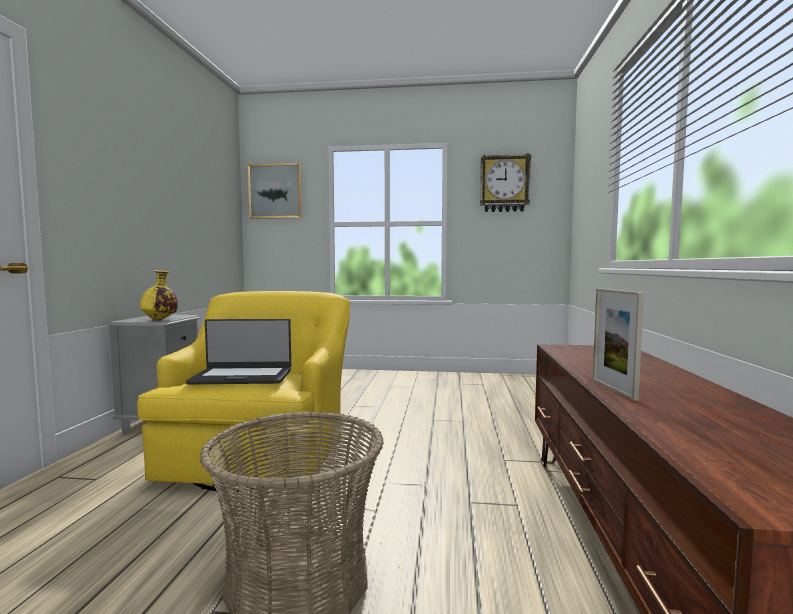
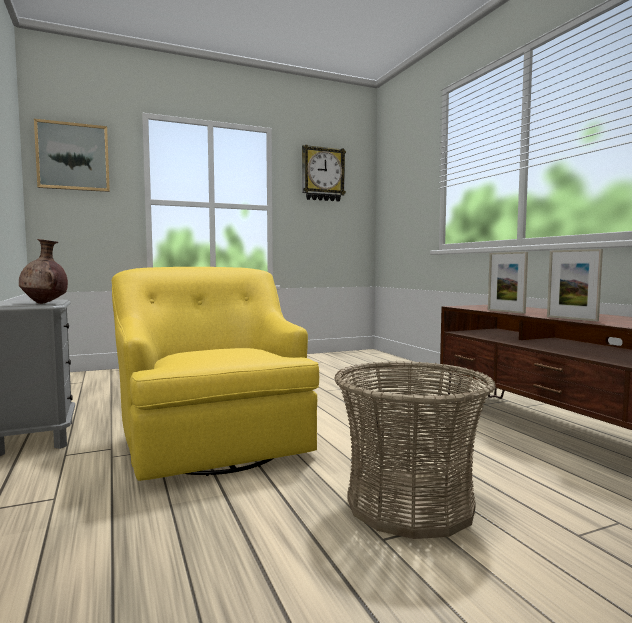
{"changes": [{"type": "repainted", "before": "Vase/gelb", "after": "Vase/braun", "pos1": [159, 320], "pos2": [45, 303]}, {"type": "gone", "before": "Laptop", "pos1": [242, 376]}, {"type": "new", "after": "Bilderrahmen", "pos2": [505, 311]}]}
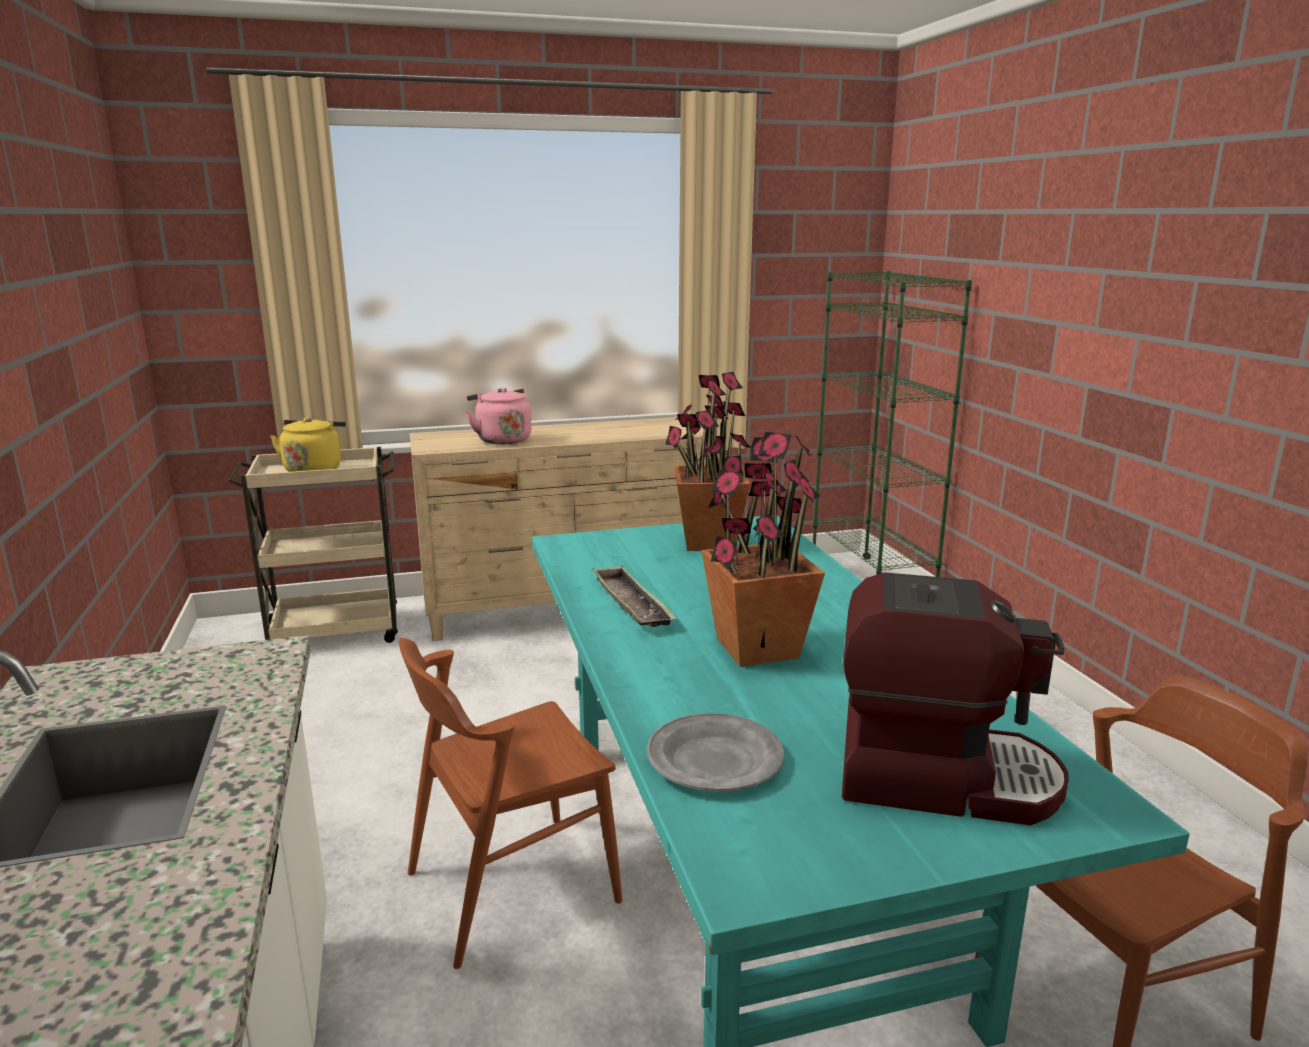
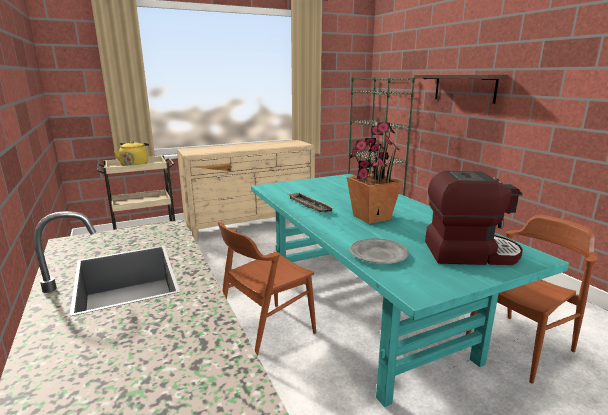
{"changes": [{"type": "gone", "before": "Wasserkessel/rosa", "pos1": [502, 440]}, {"type": "gone", "before": "Topfpflanze", "pos1": [708, 542]}, {"type": "new", "after": "Wandregal", "pos2": [464, 88]}]}
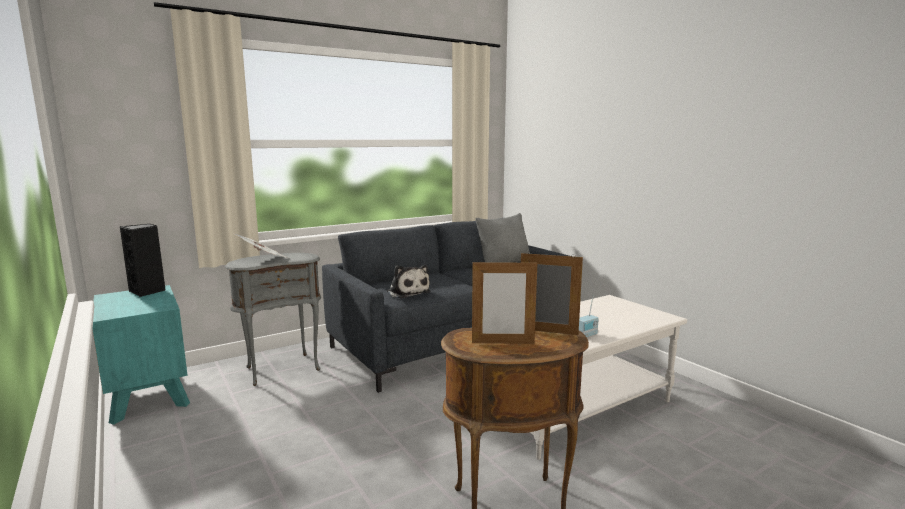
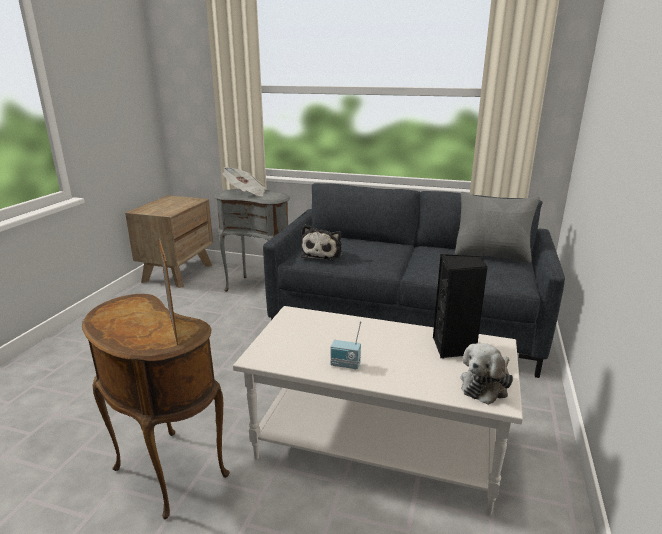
{"changes": [{"type": "repainted", "before": "Nachttisch/türkis", "after": "Nachttisch/braun", "pos1": [147, 396], "pos2": [178, 273]}, {"type": "shifted", "before": "Lautsprecher/schwarz", "pos1": [148, 291], "pos2": [454, 348]}, {"type": "gone", "before": "Bilderrahmen", "pos1": [503, 343]}, {"type": "new", "after": "Plüschtier", "pos2": [486, 385]}]}
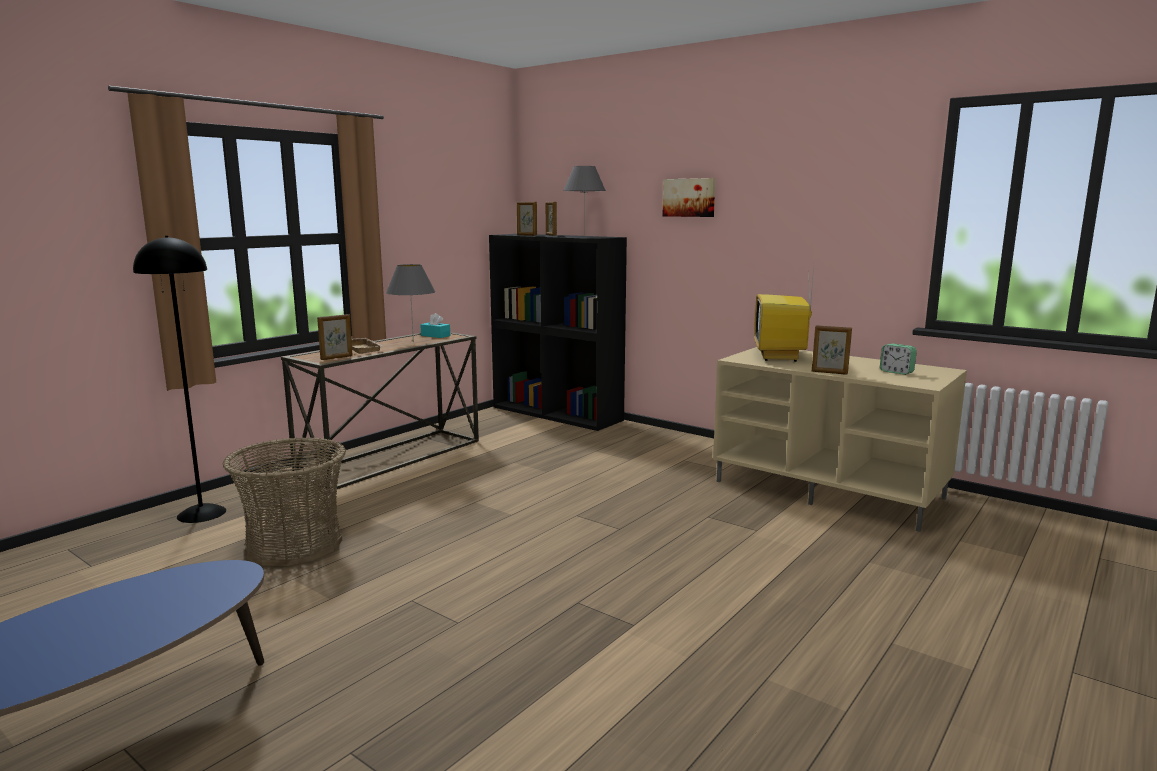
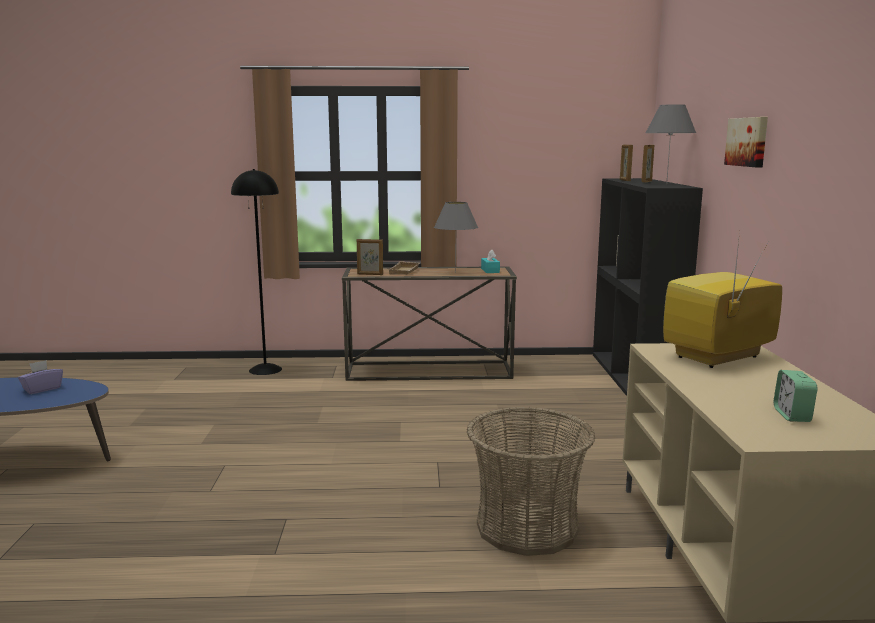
{"changes": [{"type": "shifted", "before": "Korb", "pos1": [294, 544], "pos2": [527, 527]}, {"type": "gone", "before": "Bilderrahmen", "pos1": [829, 372]}, {"type": "new", "after": "Taschentuchbox/lila", "pos2": [42, 389]}]}
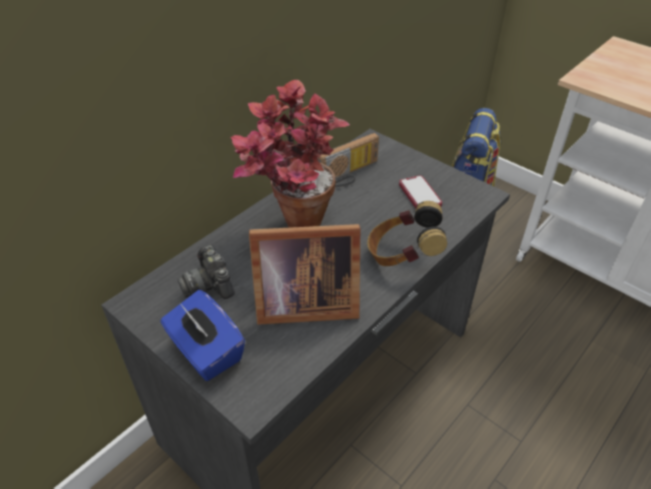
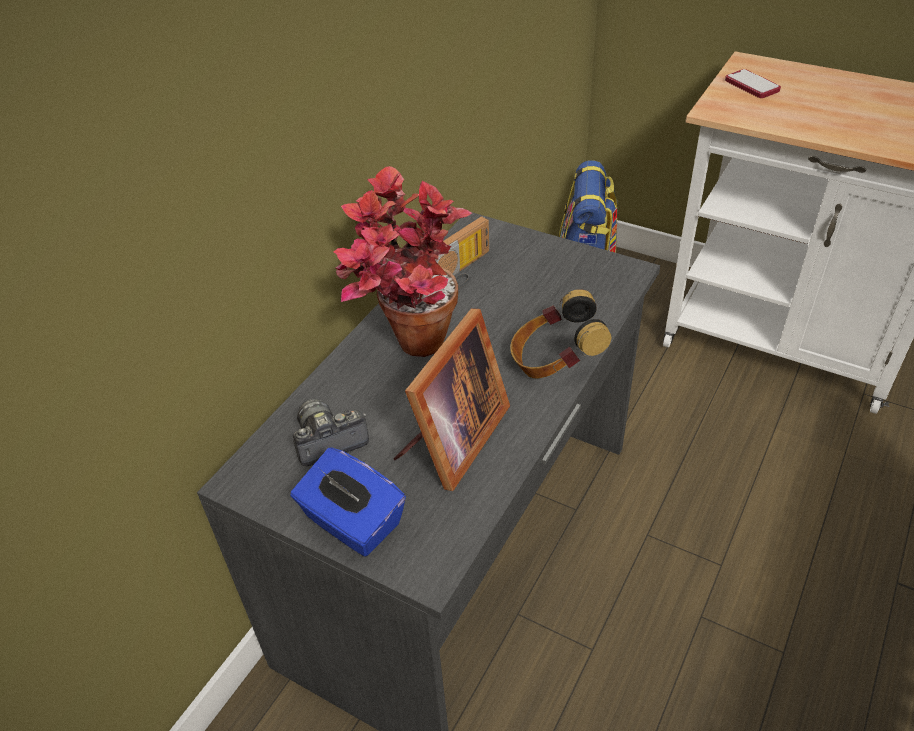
{"changes": [{"type": "rotated", "before": "Kamera", "pos1": [209, 284], "pos2": [328, 441], "turn": 105}, {"type": "rotated", "before": "Bilderrahmen", "pos1": [302, 303], "pos2": [452, 441], "turn": -45}, {"type": "shifted", "before": "Handy", "pos1": [419, 194], "pos2": [752, 85]}]}
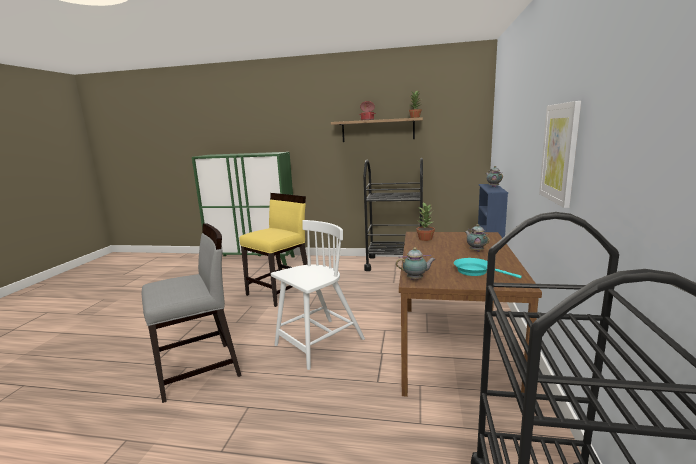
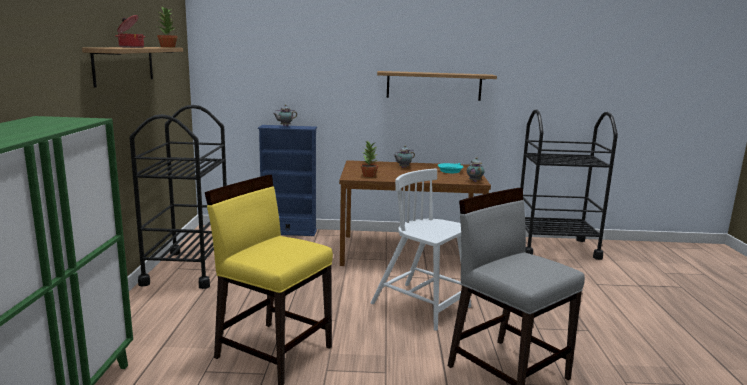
{"changes": [{"type": "swapped", "before": "Bild", "after": "Wandregal", "pos1": [560, 153], "pos2": [434, 86]}]}
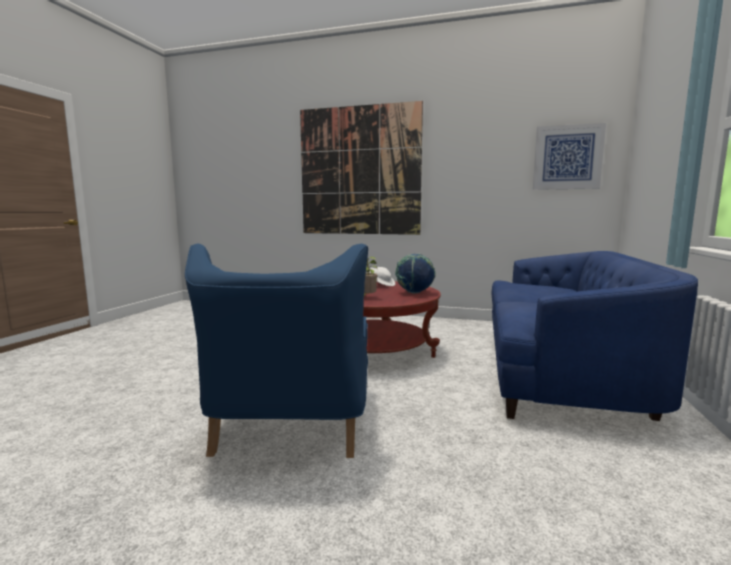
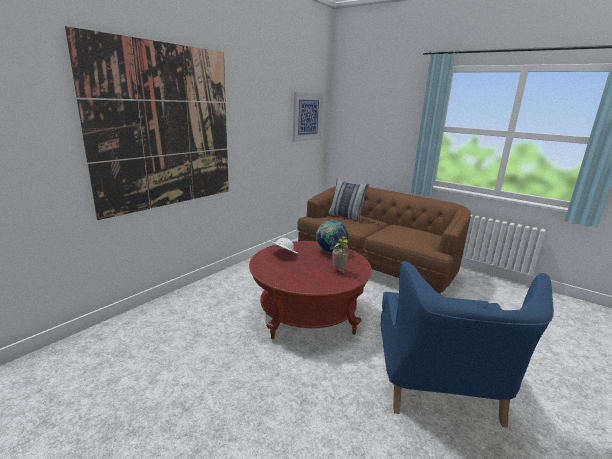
{"changes": [{"type": "rotated", "before": "Sessel/blau", "pos1": [291, 423], "pos2": [438, 384], "turn": 75}, {"type": "repainted", "before": "Sofa/blau", "after": "Sofa/braun", "pos1": [558, 370], "pos2": [377, 264]}, {"type": "new", "after": "Kissen", "pos2": [346, 216]}]}
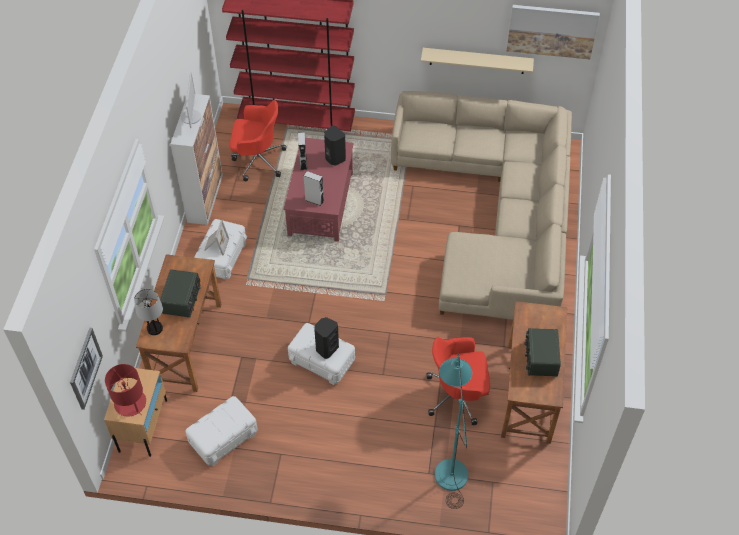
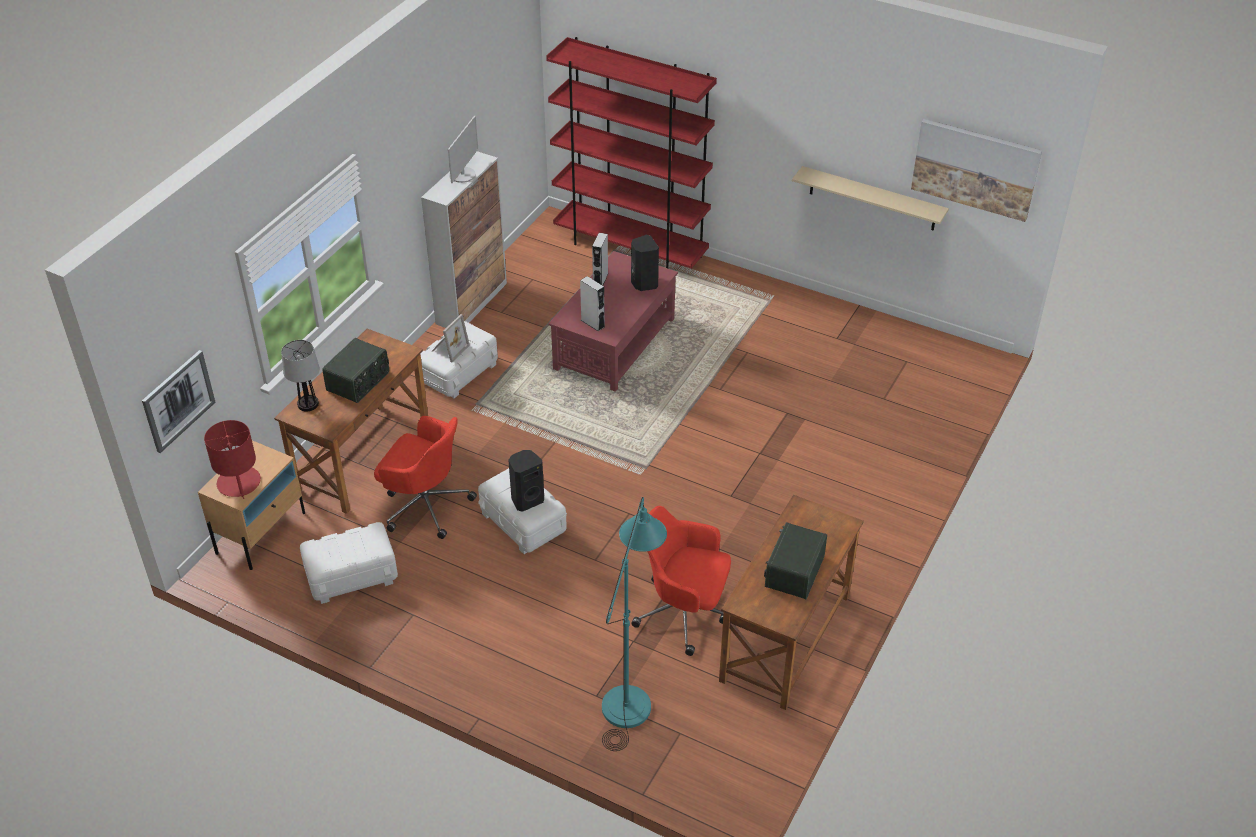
{"changes": [{"type": "shifted", "before": "Bürostuhl/rot", "pos1": [257, 160], "pos2": [425, 504]}, {"type": "gone", "before": "Sofa/beige", "pos1": [496, 214]}]}
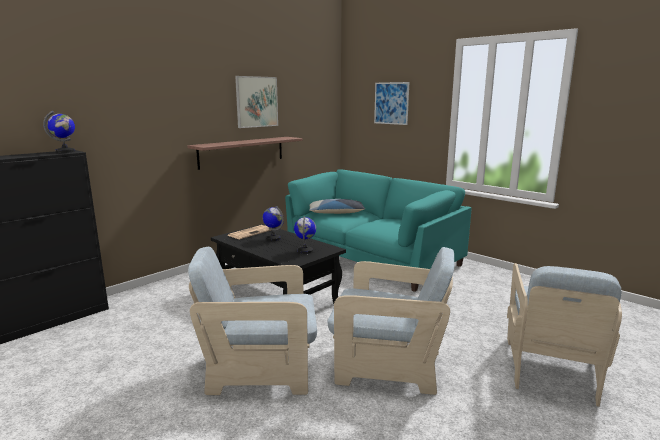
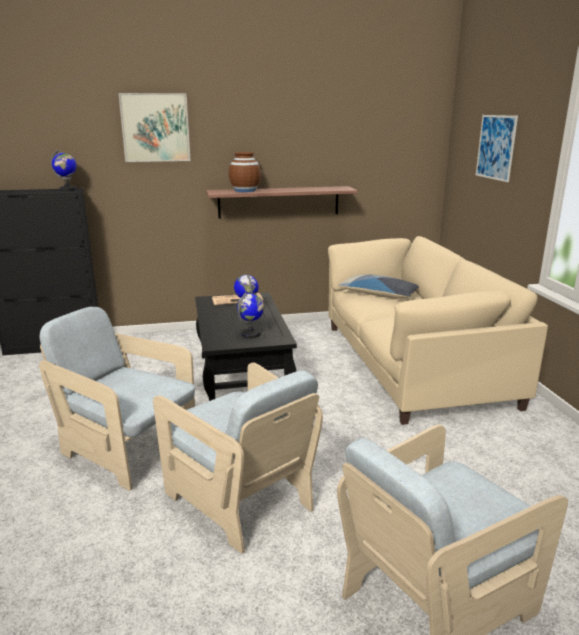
{"changes": [{"type": "shifted", "before": "Bild", "pos1": [256, 102], "pos2": [155, 127]}, {"type": "repainted", "before": "Sofa/türkis", "after": "Sofa/beige", "pos1": [371, 257], "pos2": [412, 363]}, {"type": "new", "after": "Vase/braun", "pos2": [245, 190]}]}
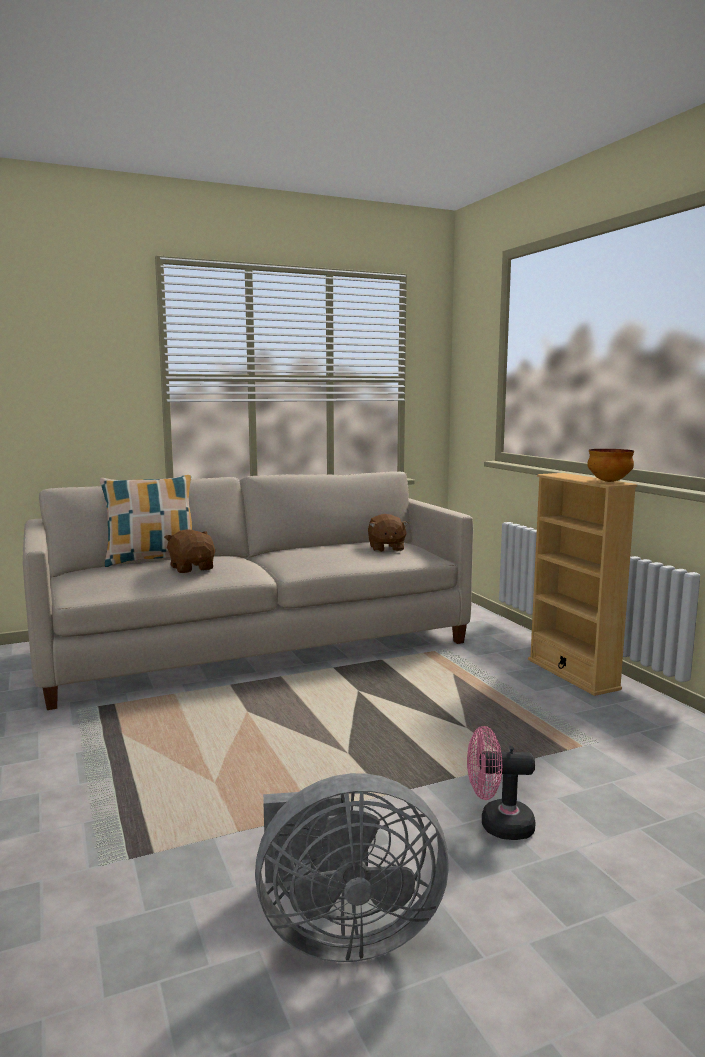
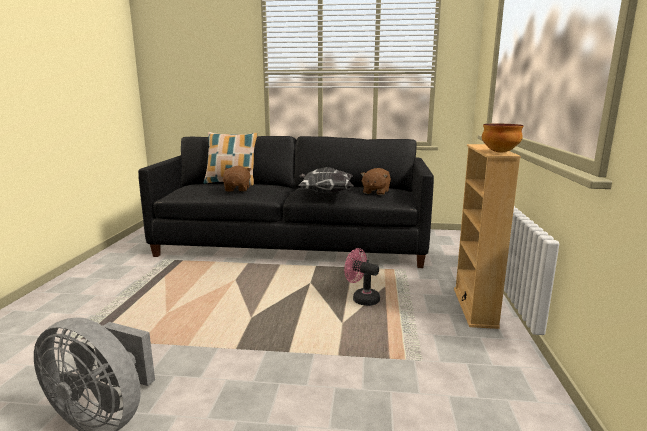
{"changes": [{"type": "repainted", "before": "Sofa/beige", "after": "Sofa/schwarz", "pos1": [257, 646], "pos2": [293, 244]}, {"type": "shifted", "before": "Ventilator/rosa", "pos1": [498, 825], "pos2": [362, 299]}, {"type": "new", "after": "Kissen", "pos2": [325, 193]}]}
